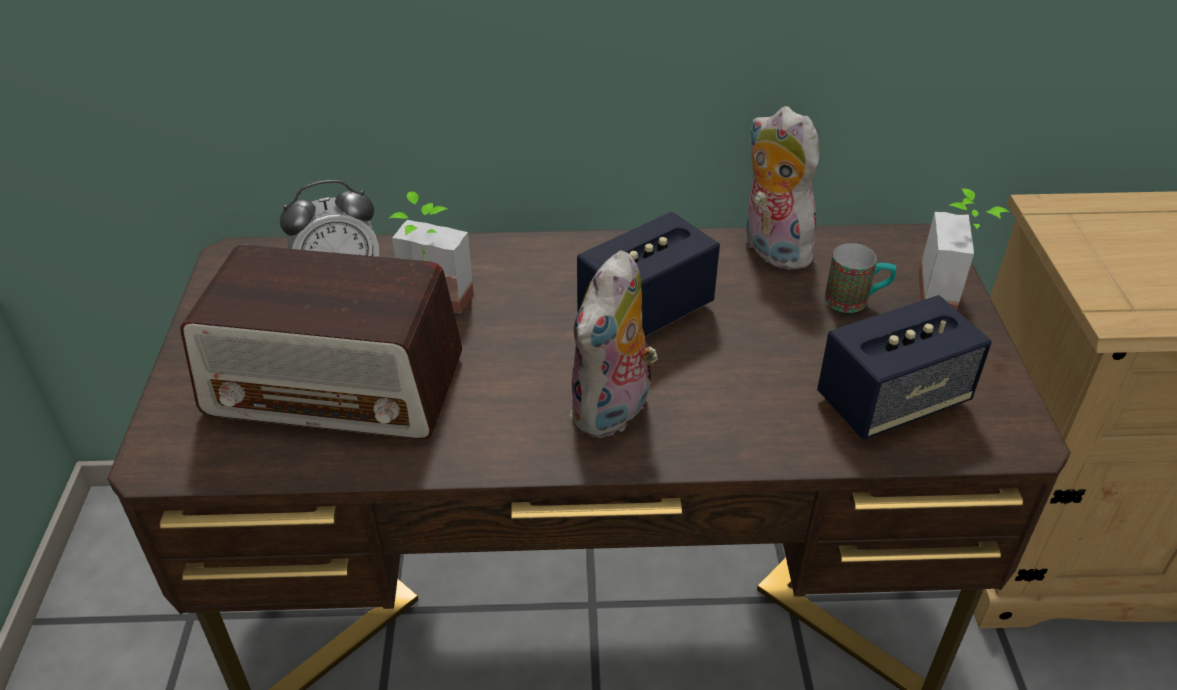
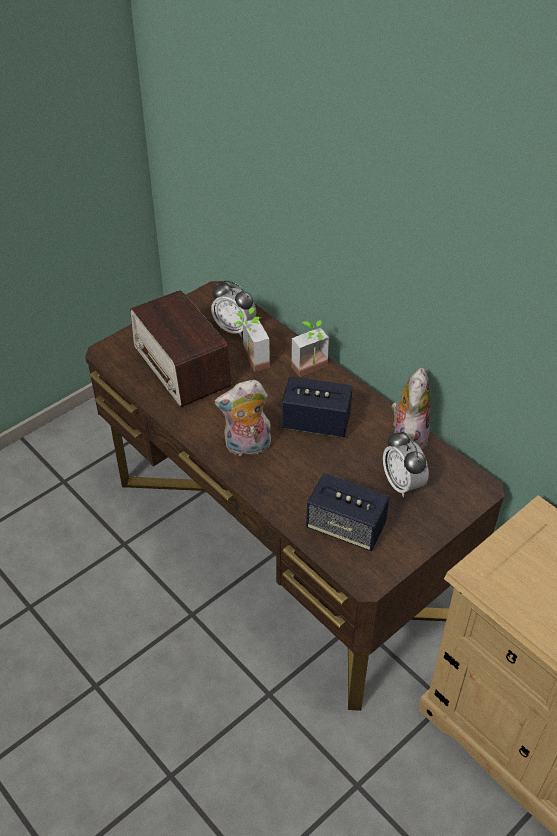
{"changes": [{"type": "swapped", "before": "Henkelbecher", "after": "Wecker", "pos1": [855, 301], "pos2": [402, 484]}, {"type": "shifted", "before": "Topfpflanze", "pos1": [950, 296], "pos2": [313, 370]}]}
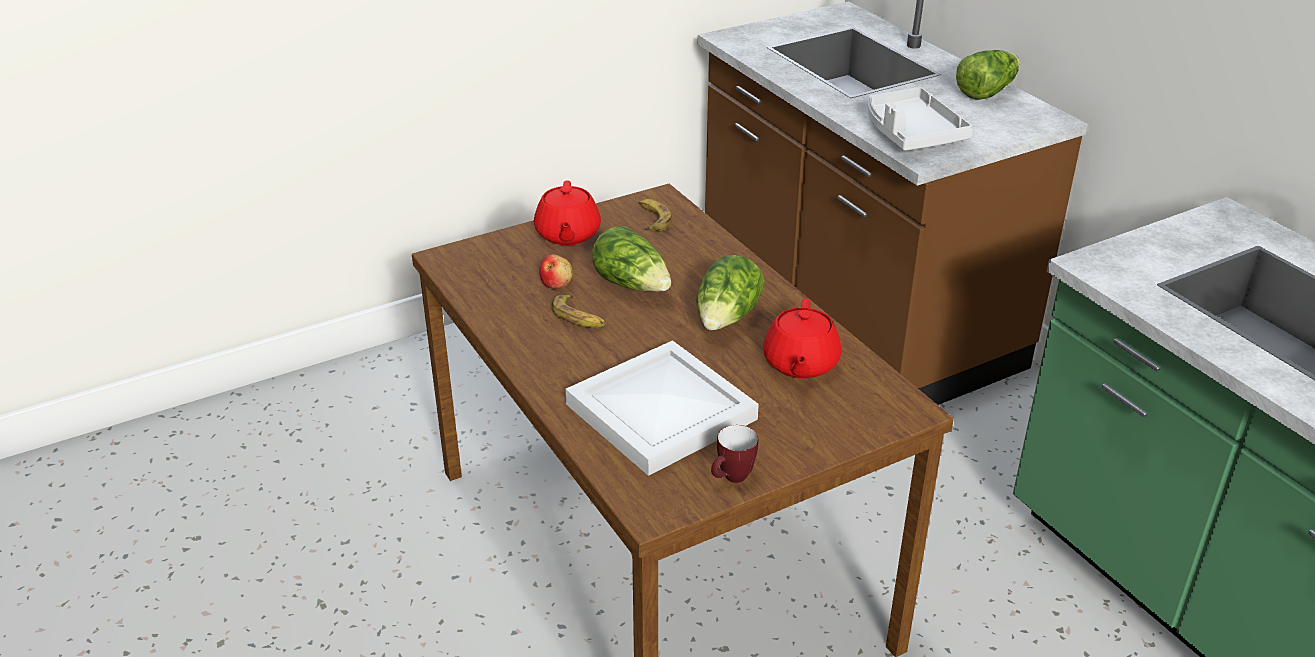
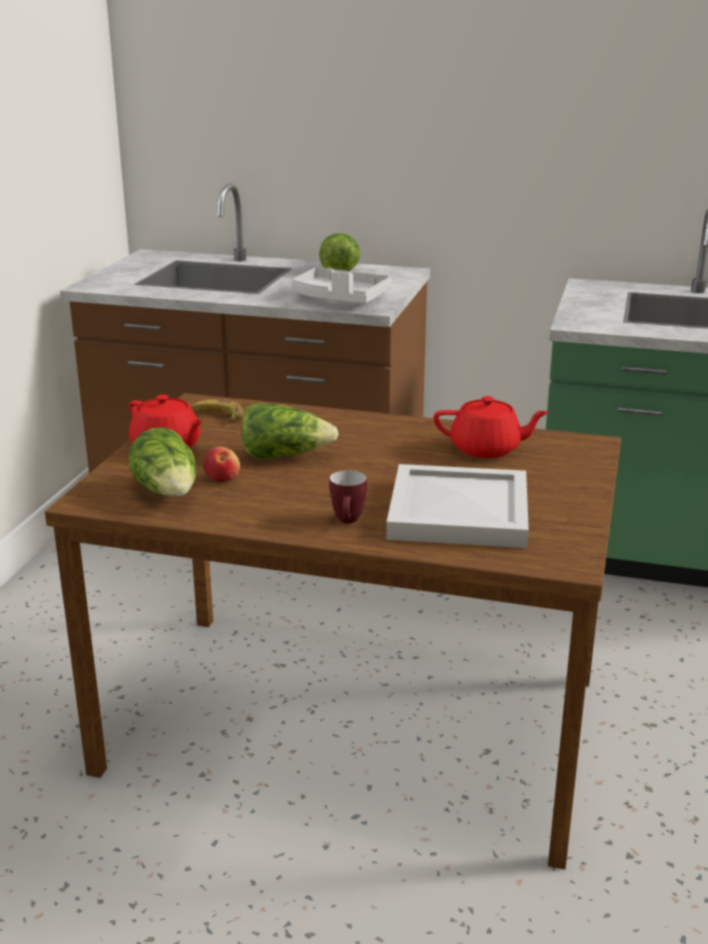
{"changes": [{"type": "gone", "before": "Banane", "pos1": [579, 318]}, {"type": "shifted", "before": "Salatkopf", "pos1": [727, 318], "pos2": [168, 492]}, {"type": "shifted", "before": "Henkelbecher", "pos1": [732, 479], "pos2": [348, 522]}, {"type": "rotated", "before": "Teekanne/rot", "pos1": [800, 364], "pos2": [487, 449], "turn": -45}]}
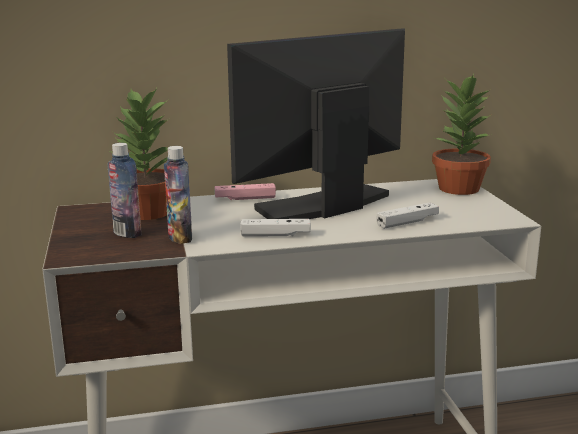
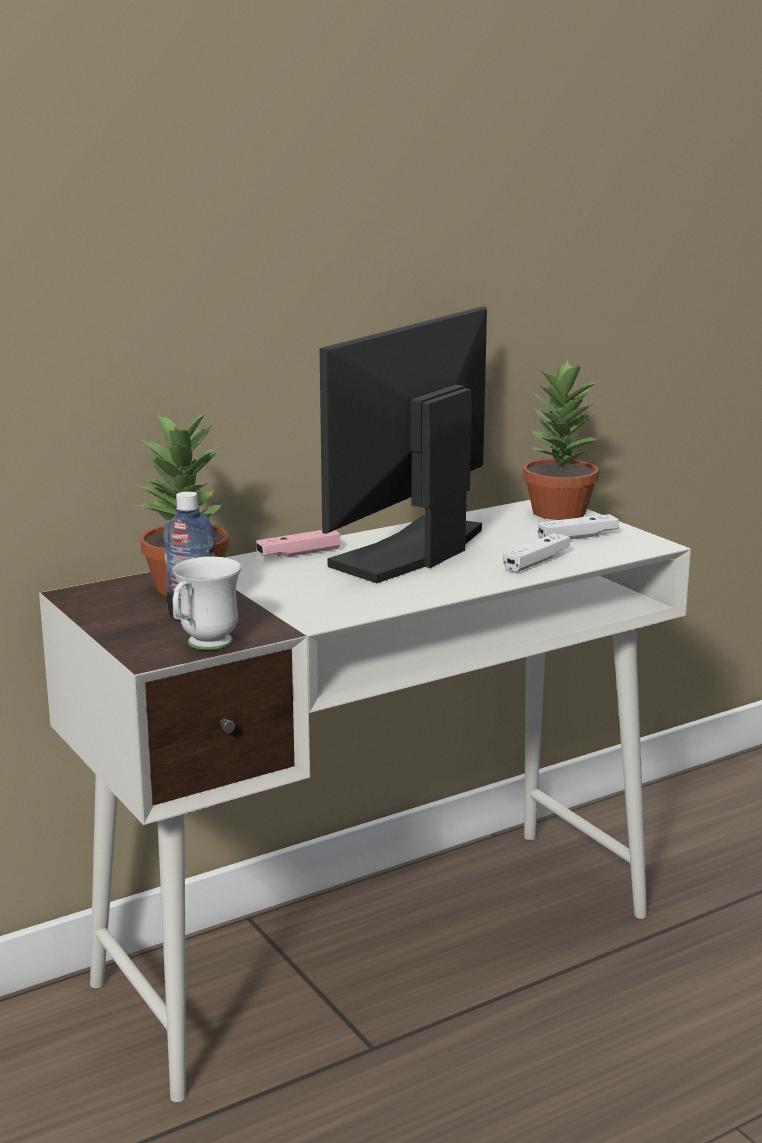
{"changes": [{"type": "gone", "before": "Flasche", "pos1": [180, 238]}, {"type": "shifted", "before": "Gamepad/weiß", "pos1": [275, 235], "pos2": [577, 537]}, {"type": "new", "after": "Henkelbecher/weiß", "pos2": [203, 646]}]}
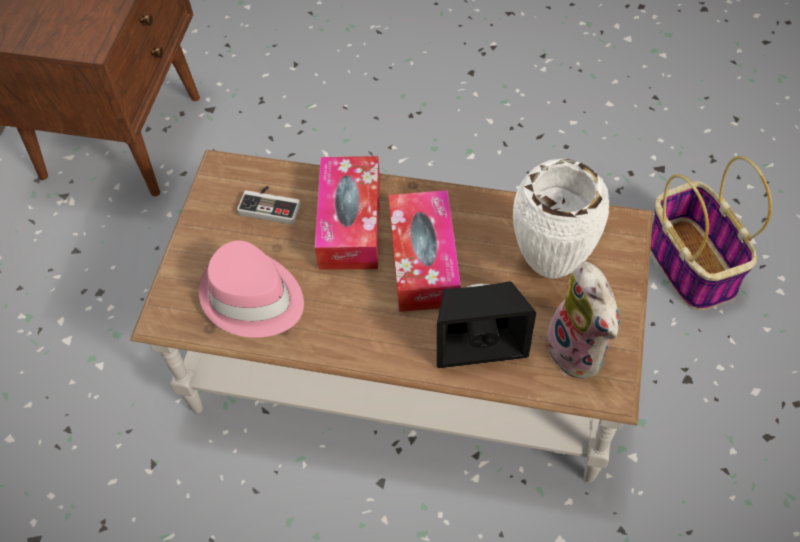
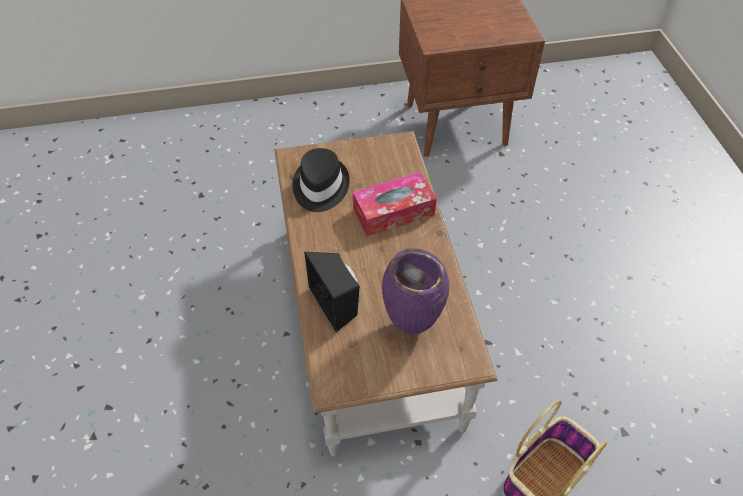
{"changes": [{"type": "repainted", "before": "Hut/rosa", "after": "Hut/schwarz", "pos1": [252, 298], "pos2": [320, 187]}, {"type": "gone", "before": "Gamepad", "pos1": [271, 205]}, {"type": "gone", "before": "Taschentuchbox", "pos1": [423, 260]}, {"type": "repainted", "before": "Vase/weiß", "after": "Vase/lila", "pos1": [550, 266], "pos2": [413, 326]}, {"type": "gone", "before": "Plüschtier", "pos1": [580, 351]}]}
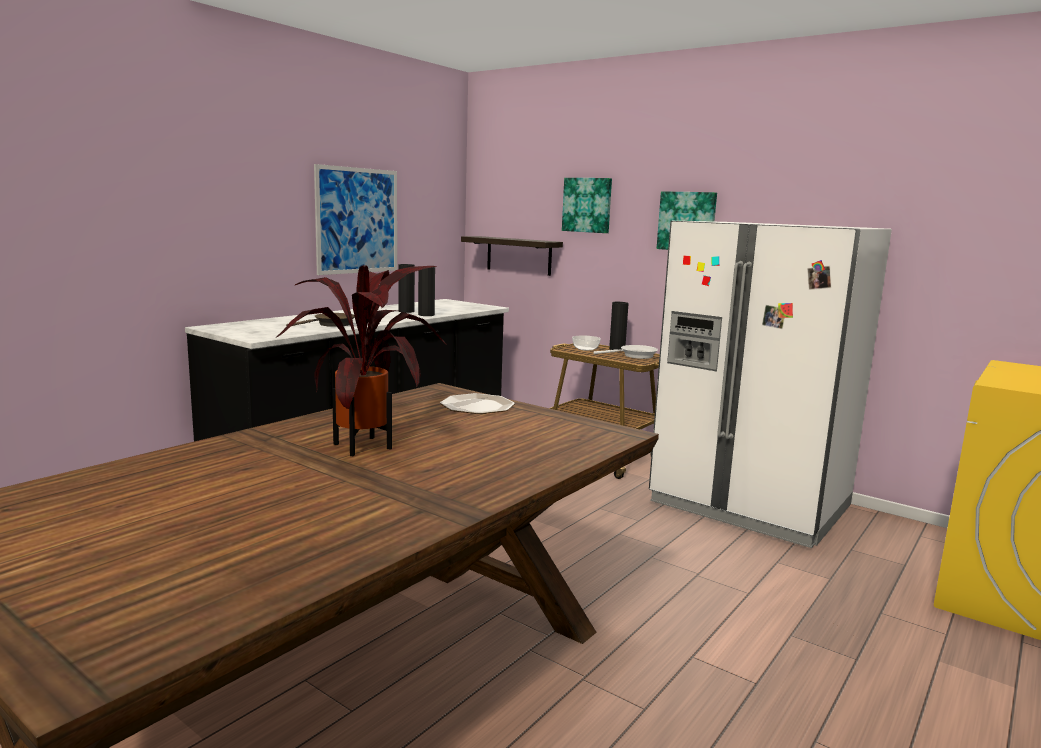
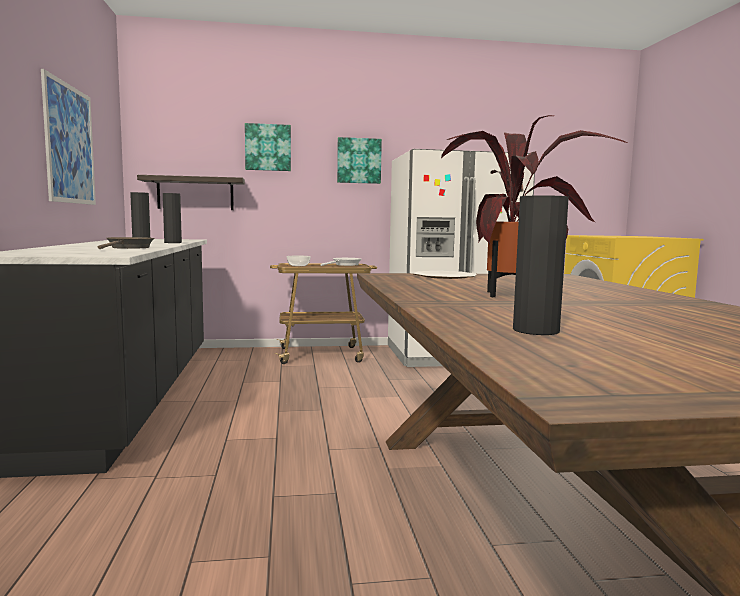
{"changes": [{"type": "shifted", "before": "Vase/schwarz", "pos1": [617, 349], "pos2": [536, 330]}]}
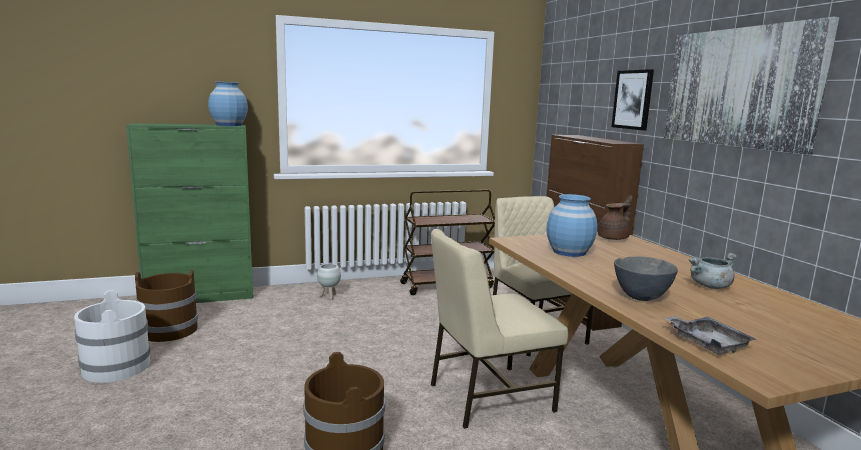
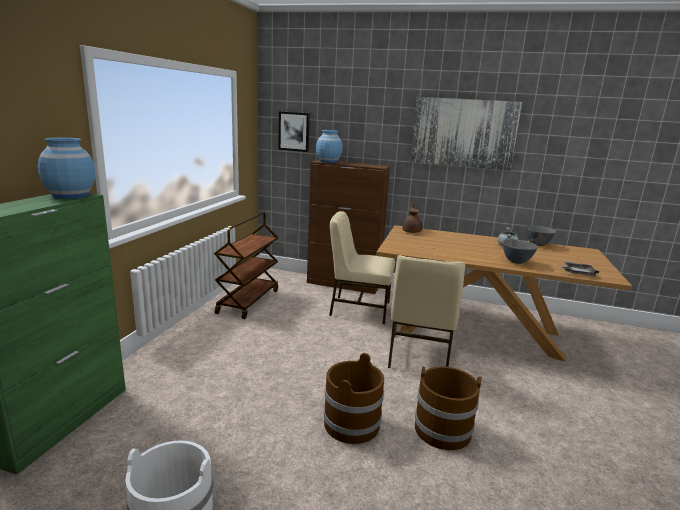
{"changes": [{"type": "shifted", "before": "Eimer/braun", "pos1": [169, 330], "pos2": [351, 423]}, {"type": "gone", "before": "Pflanzkübel/weiß", "pos1": [329, 297]}, {"type": "shifted", "before": "Vase/blau", "pos1": [569, 252], "pos2": [328, 161]}, {"type": "shifted", "before": "Bild", "pos1": [633, 99], "pos2": [294, 131]}, {"type": "new", "after": "Schüssel/grau", "pos2": [537, 245]}]}
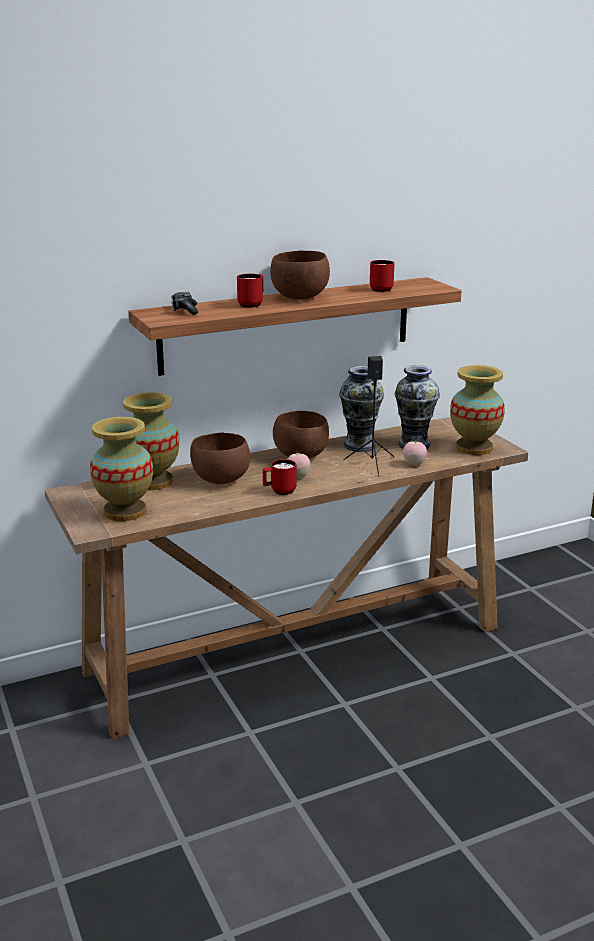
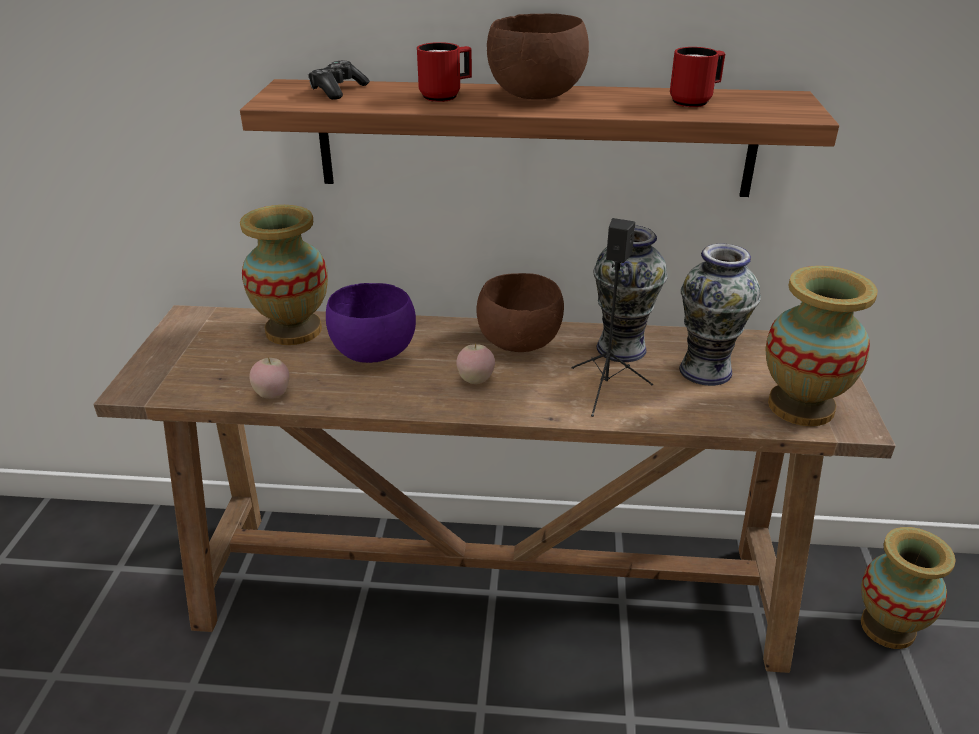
{"changes": [{"type": "shifted", "before": "Vase", "pos1": [125, 512], "pos2": [887, 628]}, {"type": "repainted", "before": "Schüssel/braun", "after": "Schüssel/lila", "pos1": [219, 480], "pos2": [372, 353]}, {"type": "gone", "before": "Henkelbecher/rot", "pos1": [279, 491]}, {"type": "shifted", "before": "Apfel", "pos1": [414, 464], "pos2": [273, 395]}]}
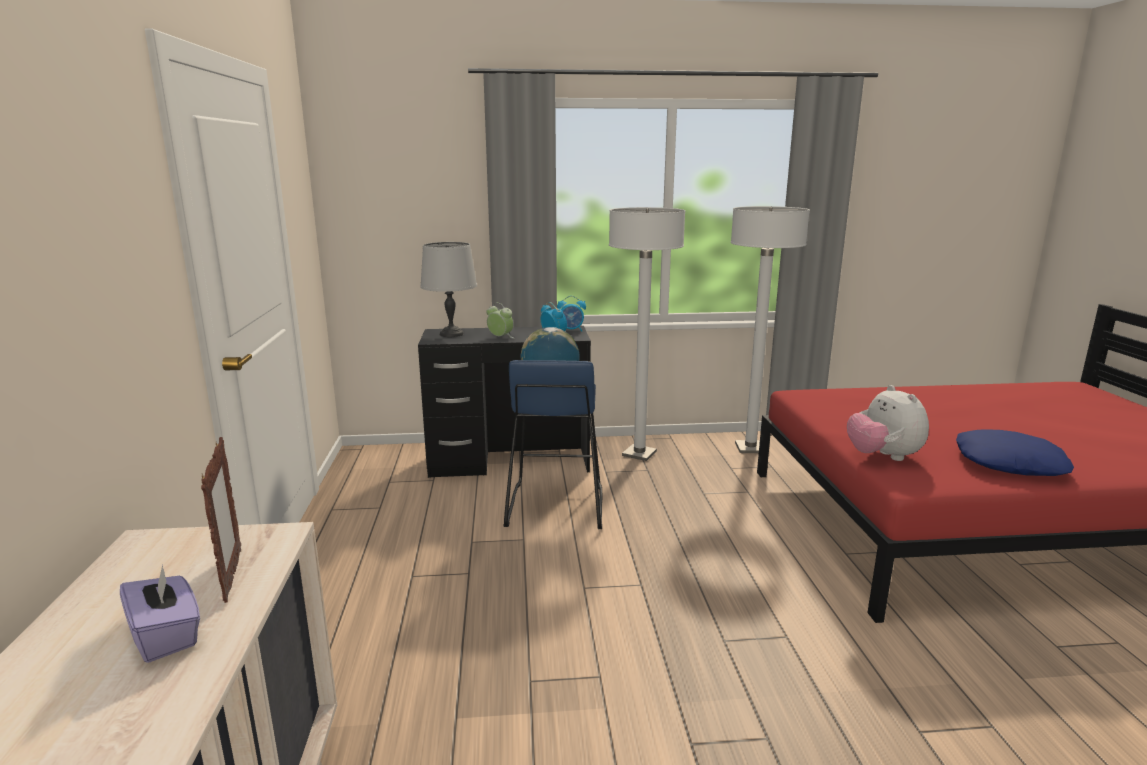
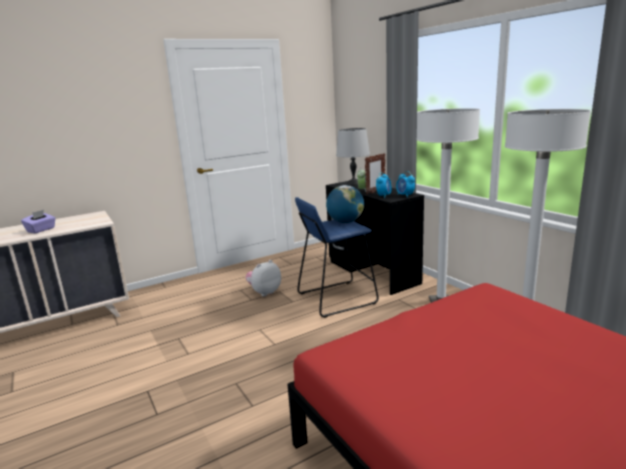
{"changes": [{"type": "shifted", "before": "Bilderrahmen", "pos1": [232, 576], "pos2": [375, 192]}, {"type": "shifted", "before": "Plüschtier", "pos1": [883, 456], "pos2": [264, 292]}, {"type": "gone", "before": "Kissen/blau", "pos1": [1009, 463]}]}
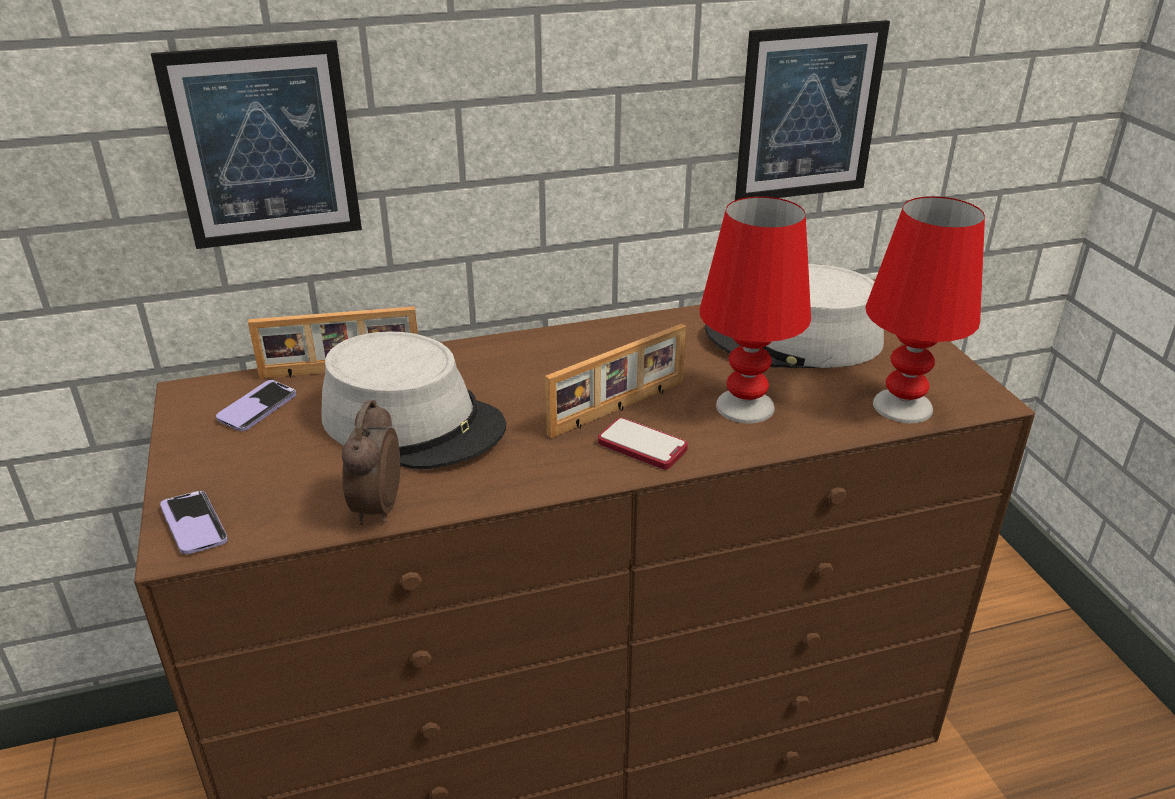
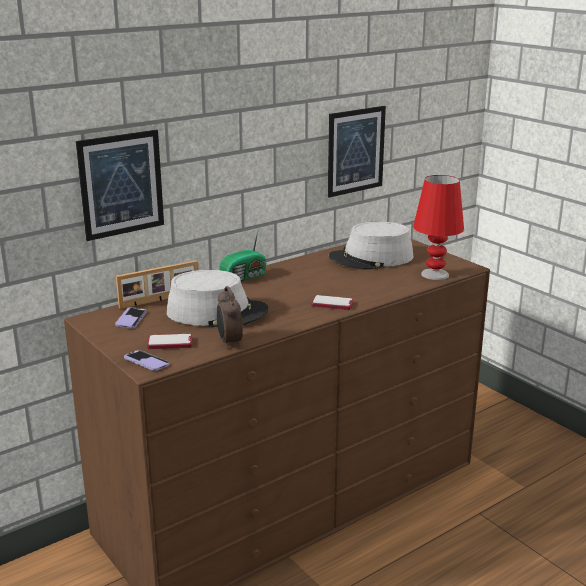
{"changes": [{"type": "gone", "before": "Bilderrahmen", "pos1": [619, 409]}, {"type": "gone", "before": "Tischlampe/rot", "pos1": [744, 406]}, {"type": "new", "after": "Handy", "pos2": [170, 343]}, {"type": "new", "after": "Radio", "pos2": [245, 277]}]}
